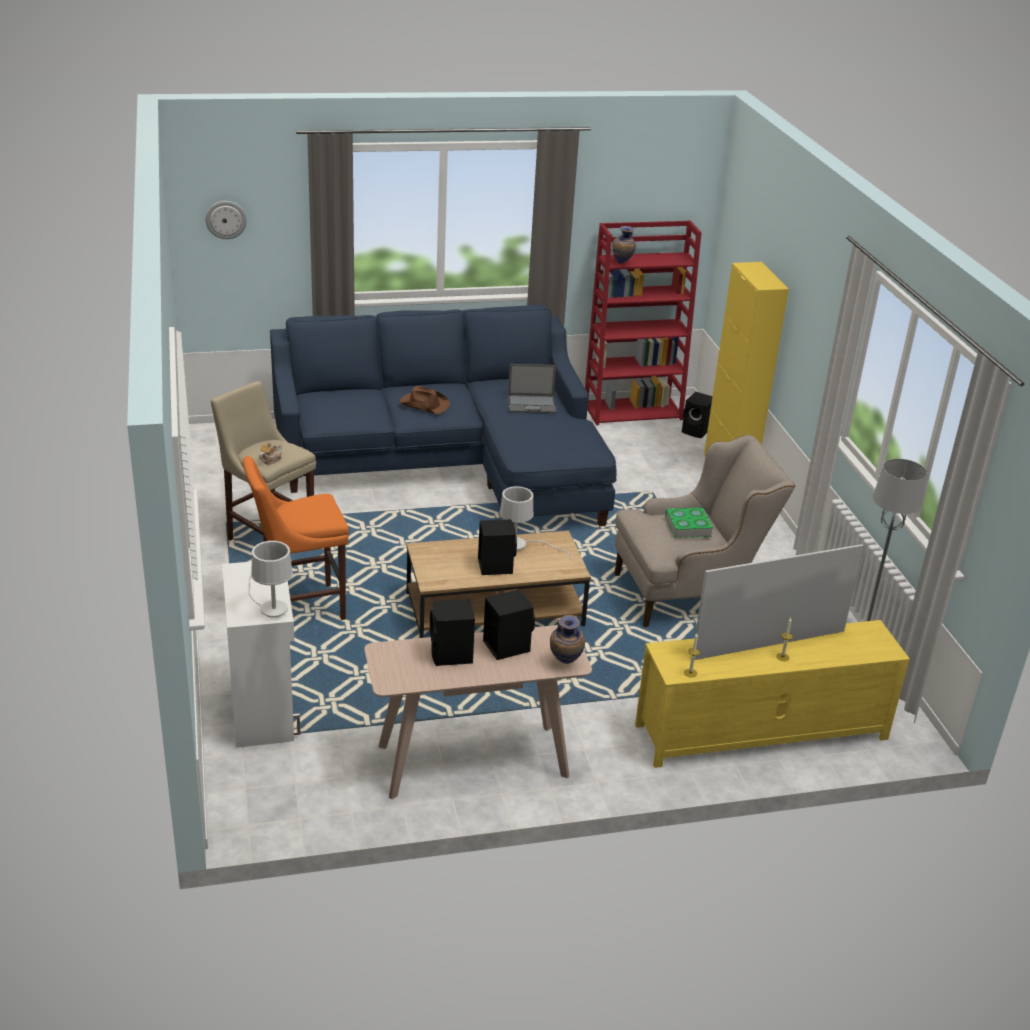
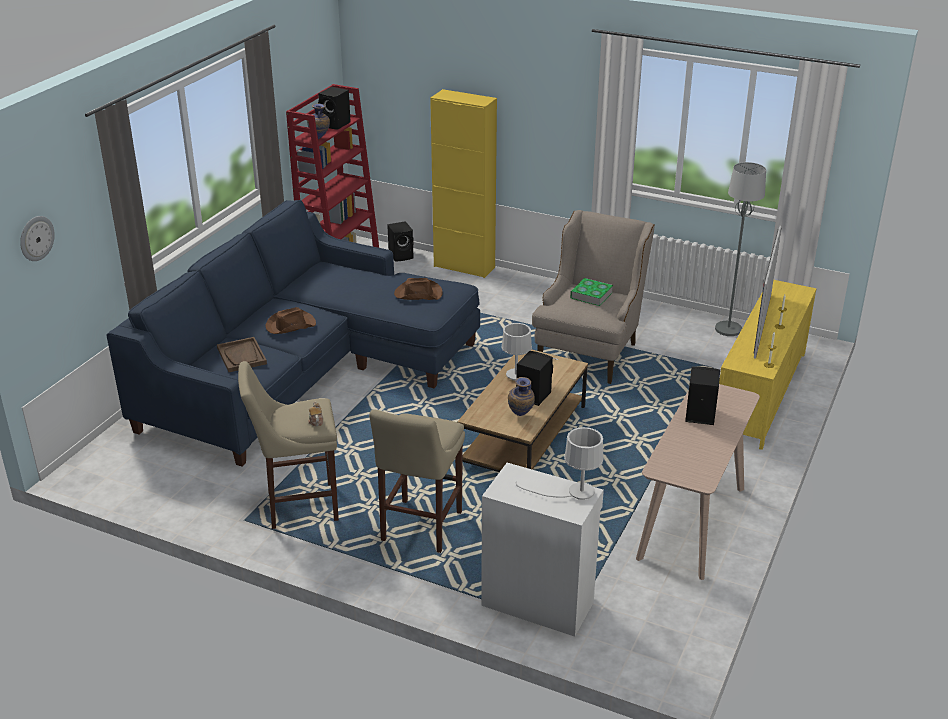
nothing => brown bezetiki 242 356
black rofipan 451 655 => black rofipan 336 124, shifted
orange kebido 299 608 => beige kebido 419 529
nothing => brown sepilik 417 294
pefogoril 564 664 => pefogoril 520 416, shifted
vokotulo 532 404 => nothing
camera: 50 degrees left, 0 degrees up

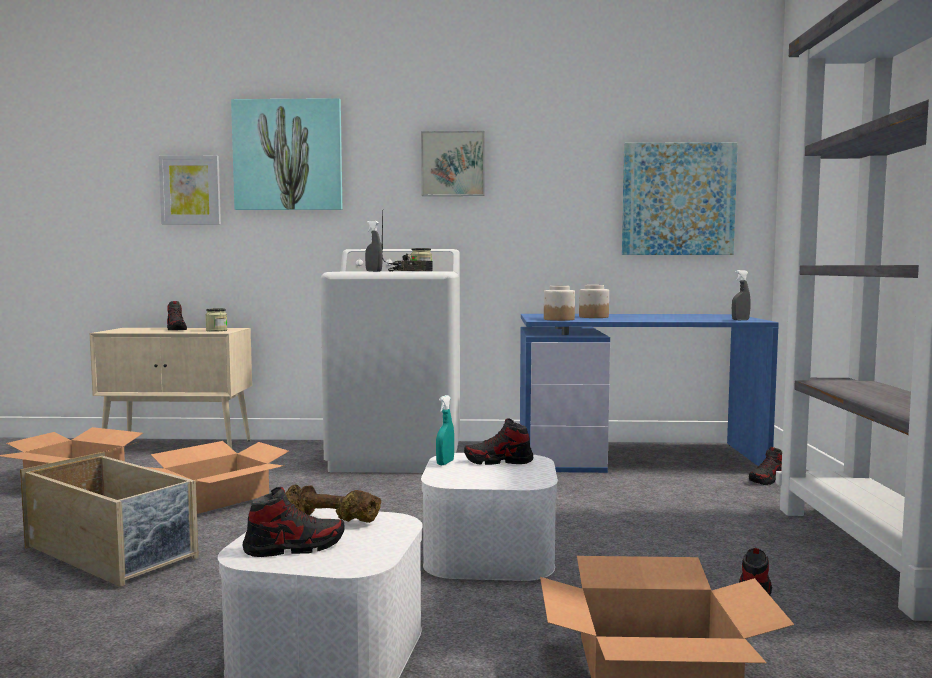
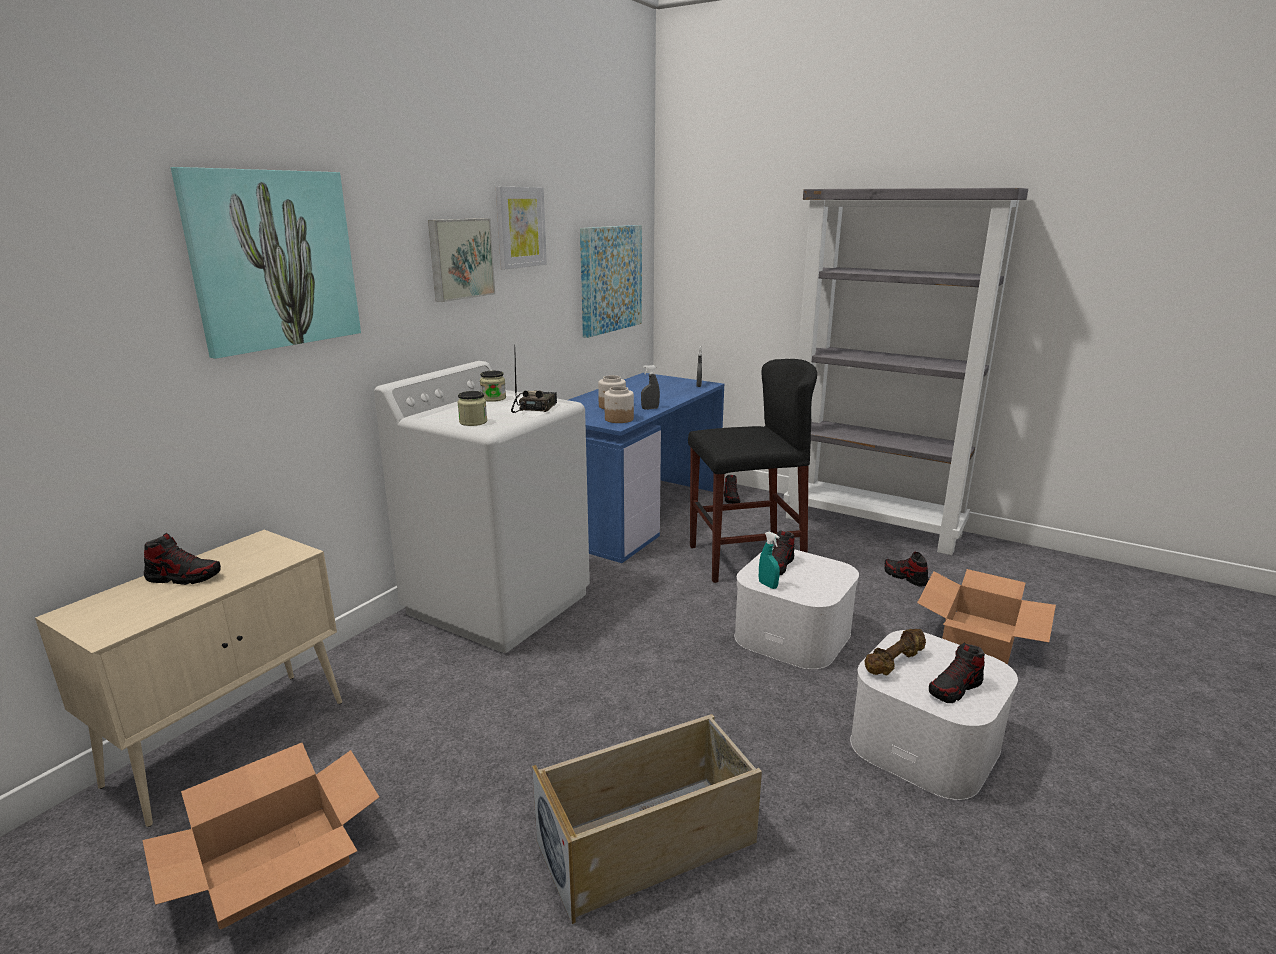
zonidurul 216 330 => zonidurul 473 422, shifted
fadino 190 190 => fadino 520 227, shifted
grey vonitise 373 271 => grey vonitise 650 408, shifted
nothing => black kebido 745 559
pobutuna 294 547 => pobutuna 955 688, 135 degrees counterclockwise
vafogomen 218 497 => nothing
camera: 60 degrees left, 15 degrees up

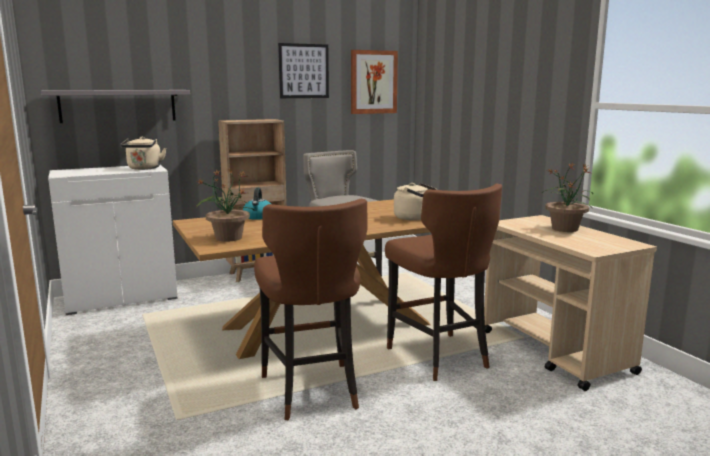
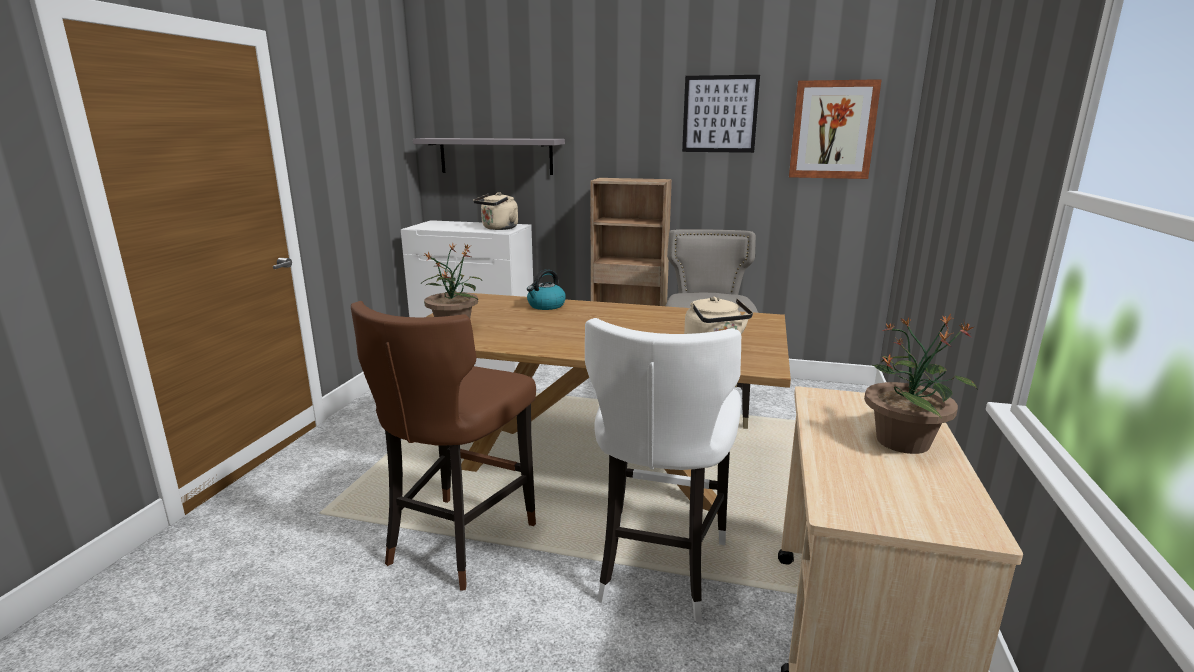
brown kebido 439 357 => white kebido 658 569
camera: 40 degrees right, 5 degrees up

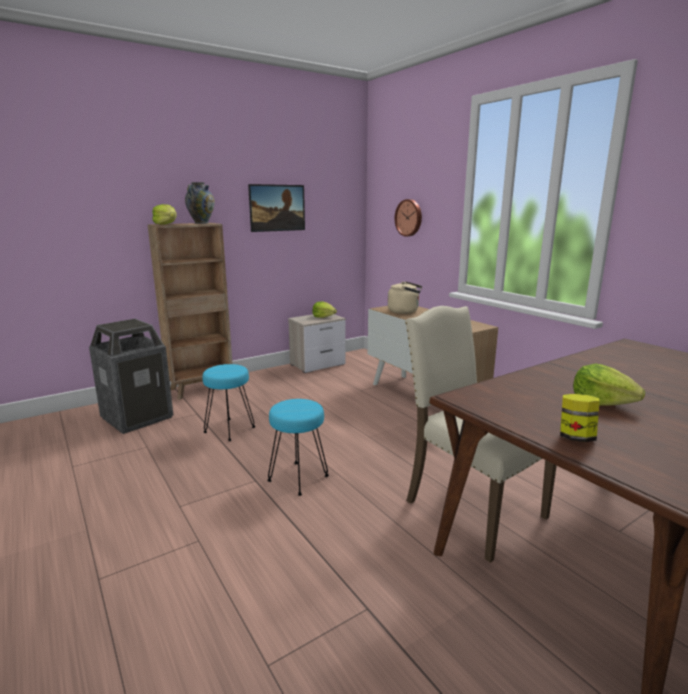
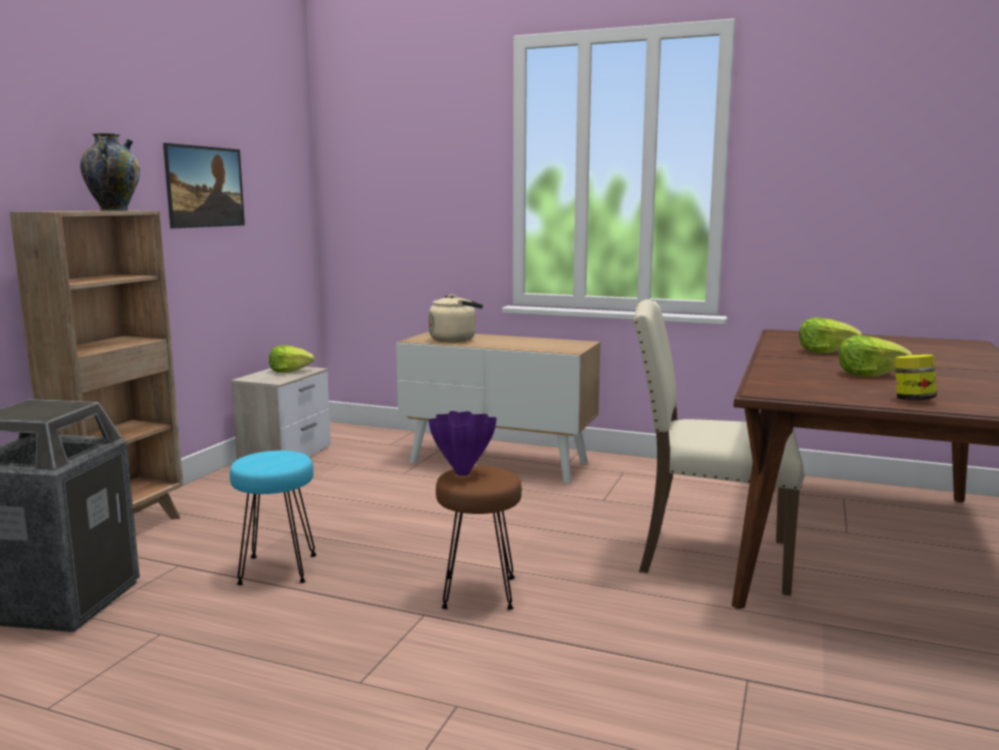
nothing => purple pefogoril 461 473
turquoise kebido 299 478 => brown kebido 479 592
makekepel 166 224 => makekepel 824 352, shifted
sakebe 409 218 => nothing
camera: 35 degrees left, 5 degrees down

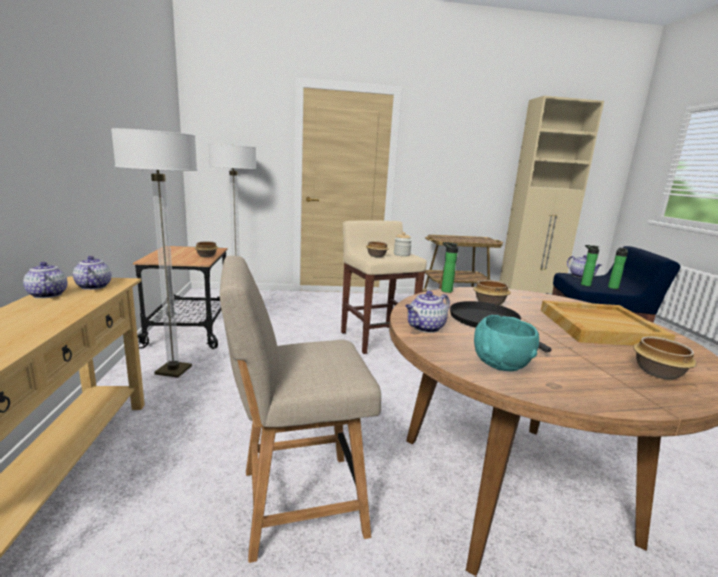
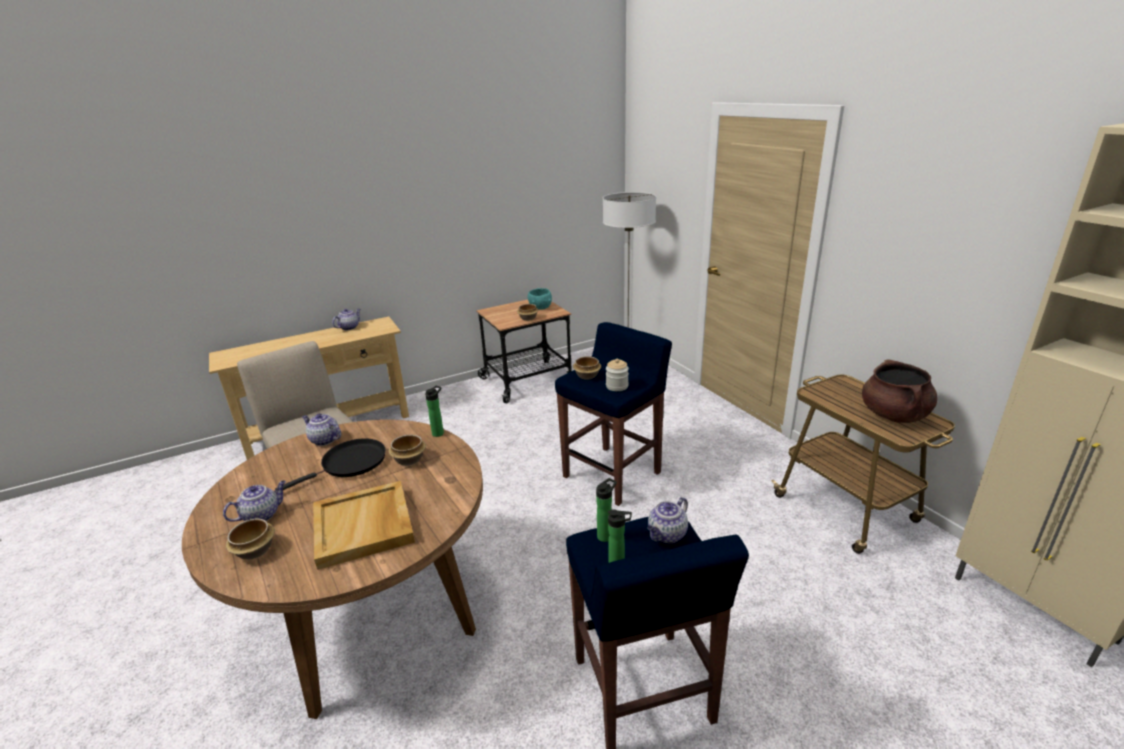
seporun 93 286 => seporun 262 515, shifted
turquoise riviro 500 366 => turquoise riviro 540 308, shifted
beige kebido 376 338 => blue kebido 613 474
nothing => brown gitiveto 894 415
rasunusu 173 370 => nothing
camera: 70 degrees right, 10 degrees up

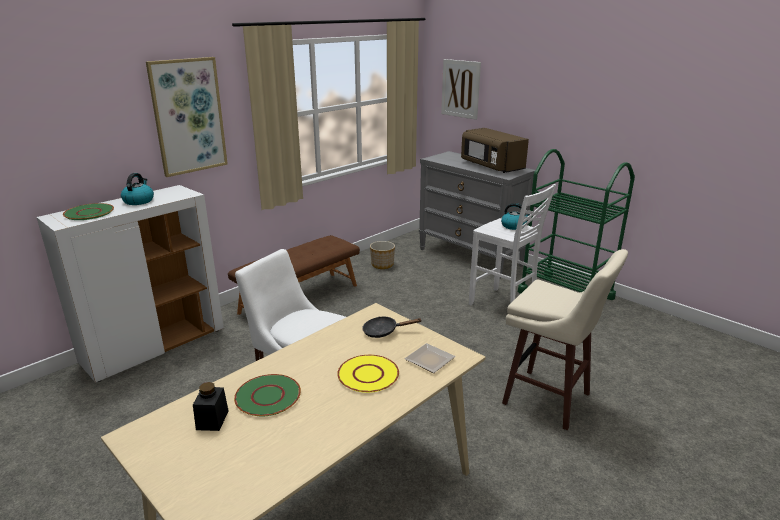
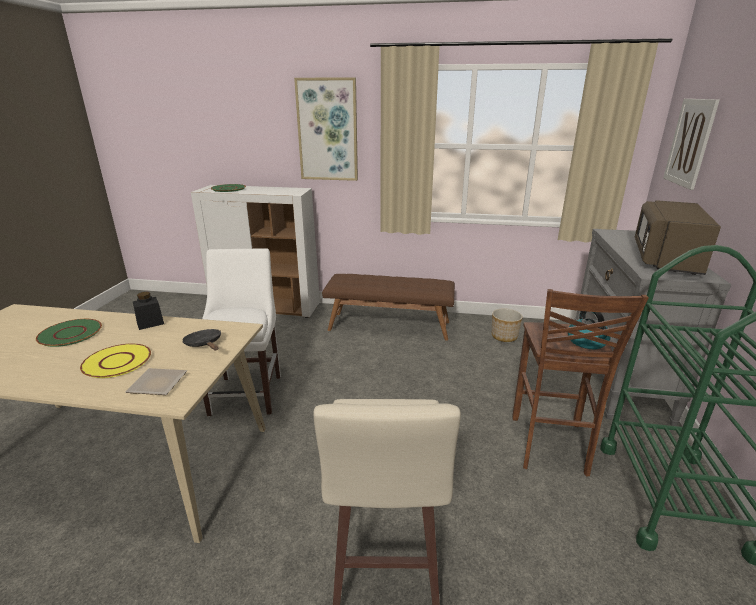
black zonidurul 212 420 => black zonidurul 150 323, shifted
white kebido 503 306 => brown kebido 549 446
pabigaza 139 201 => nothing
camera: 55 degrees right, 0 degrees up

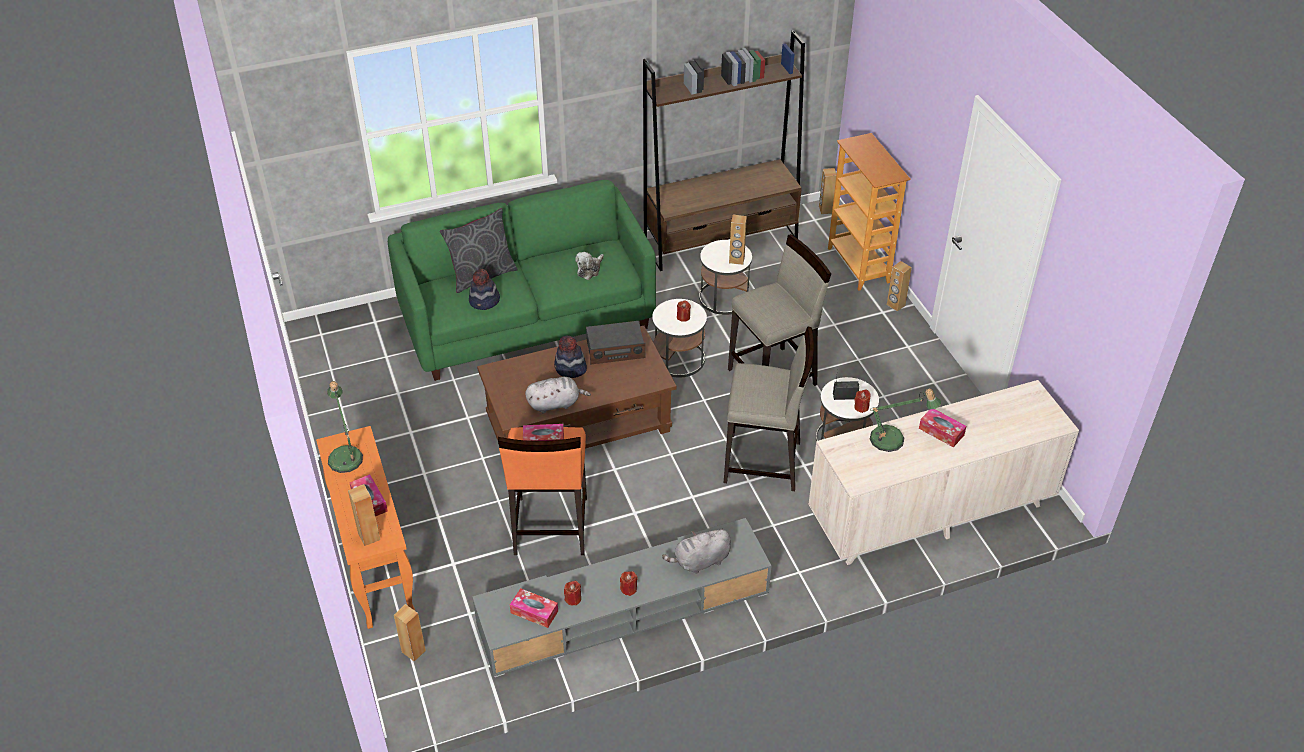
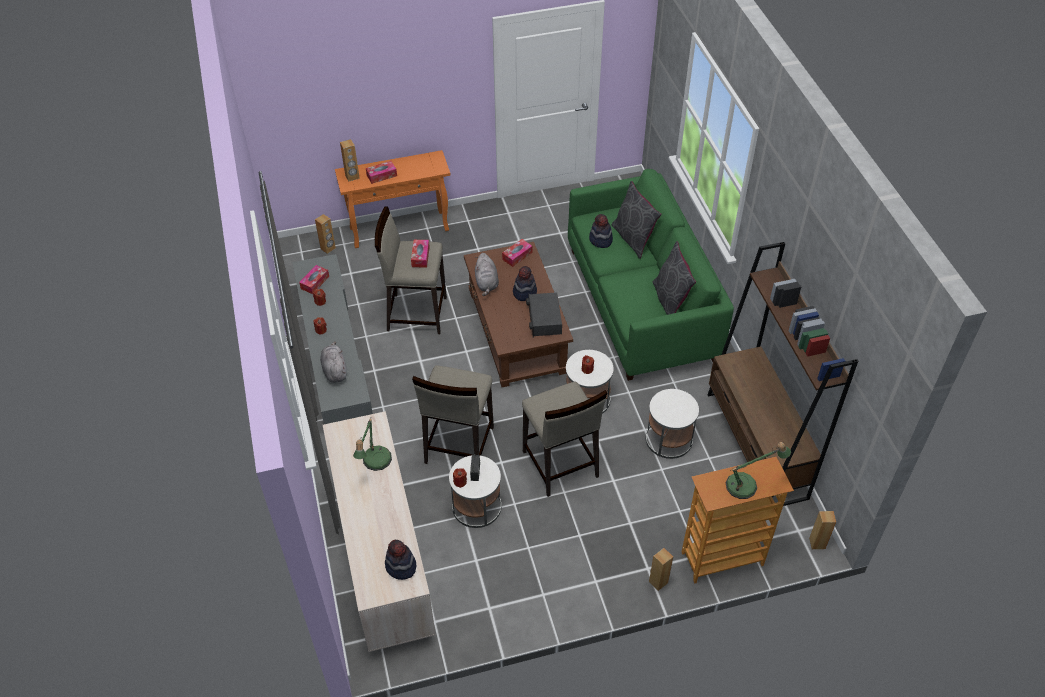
orange kebido 550 526 => beige kebido 416 313
nothing => sepilik 400 566
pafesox 941 432 => pafesox 517 256, shifted
nothing => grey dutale 670 301
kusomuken 345 455 => kusomuken 747 485, shifted
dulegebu 589 270 => nothing
brown rofipan 736 260 => nothing
camera: 95 degrees right, 5 degrees up

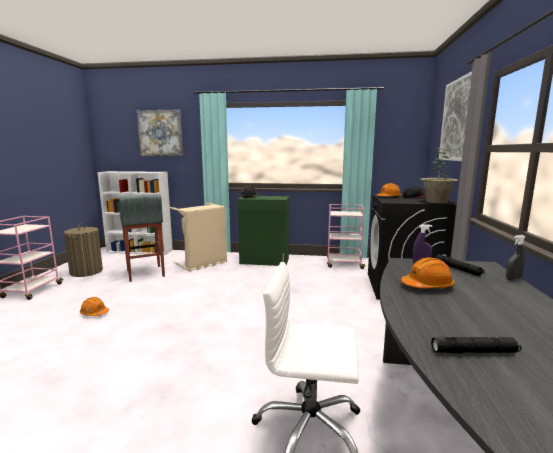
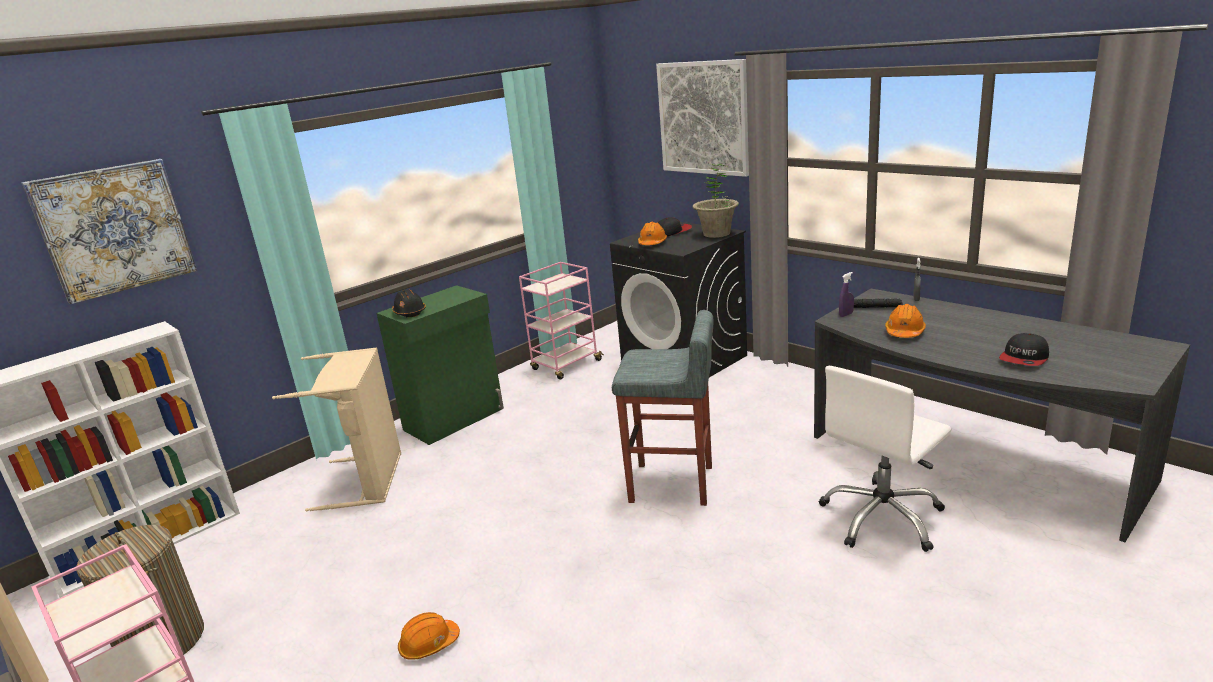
grey kebido 145 273 => grey kebido 673 485, shifted
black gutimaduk 474 352 => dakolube 1024 358
camera: 50 degrees left, 10 degrees up

